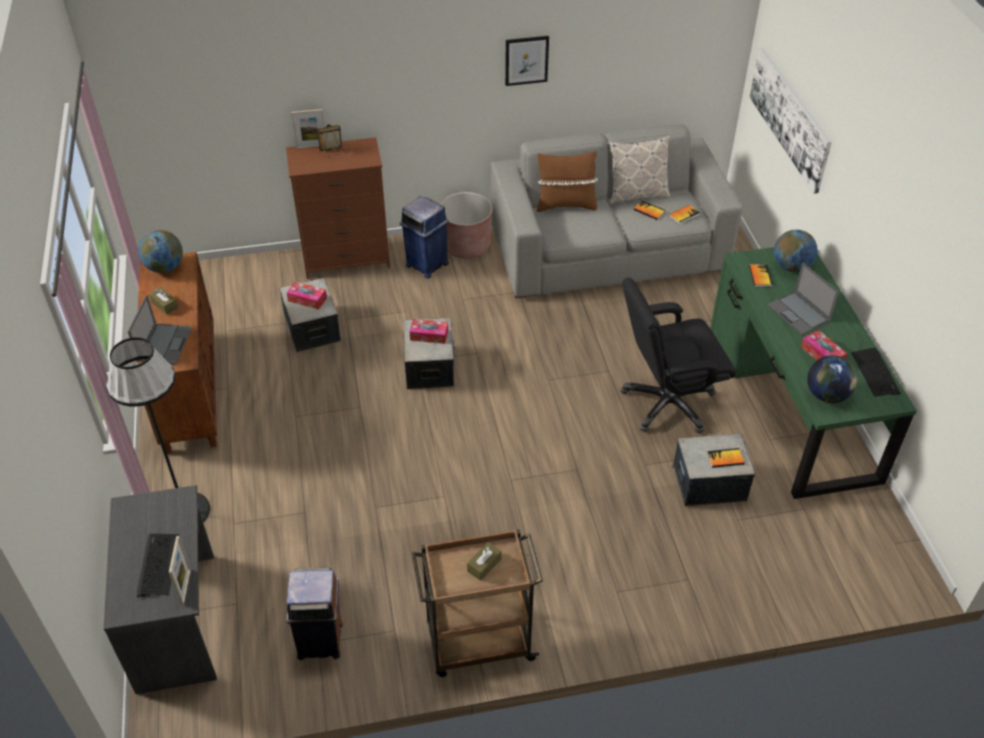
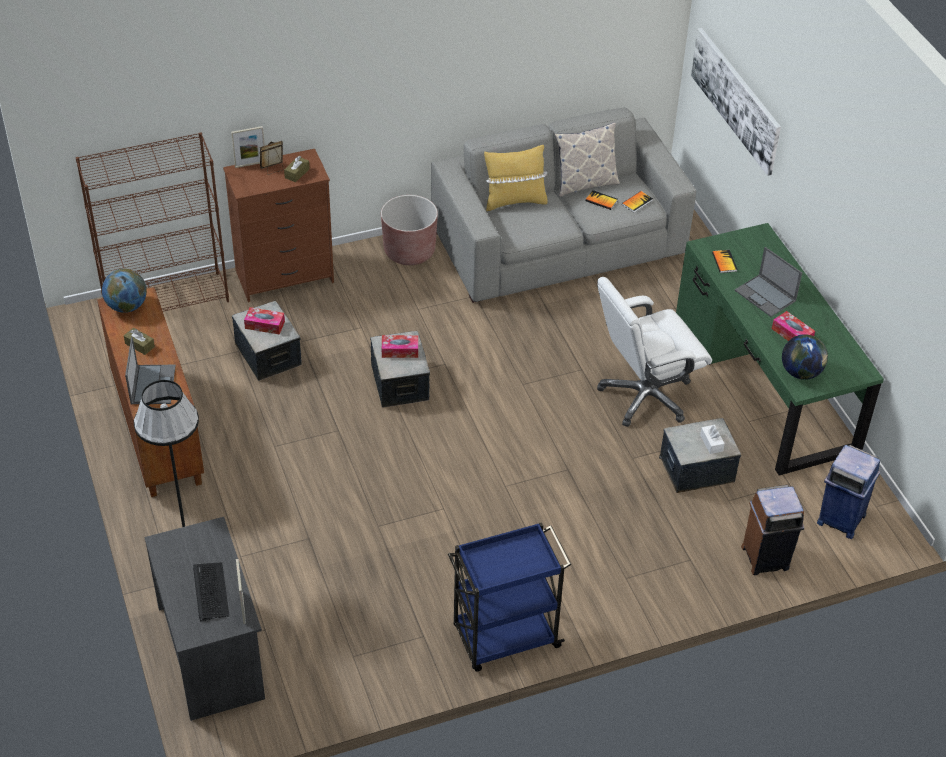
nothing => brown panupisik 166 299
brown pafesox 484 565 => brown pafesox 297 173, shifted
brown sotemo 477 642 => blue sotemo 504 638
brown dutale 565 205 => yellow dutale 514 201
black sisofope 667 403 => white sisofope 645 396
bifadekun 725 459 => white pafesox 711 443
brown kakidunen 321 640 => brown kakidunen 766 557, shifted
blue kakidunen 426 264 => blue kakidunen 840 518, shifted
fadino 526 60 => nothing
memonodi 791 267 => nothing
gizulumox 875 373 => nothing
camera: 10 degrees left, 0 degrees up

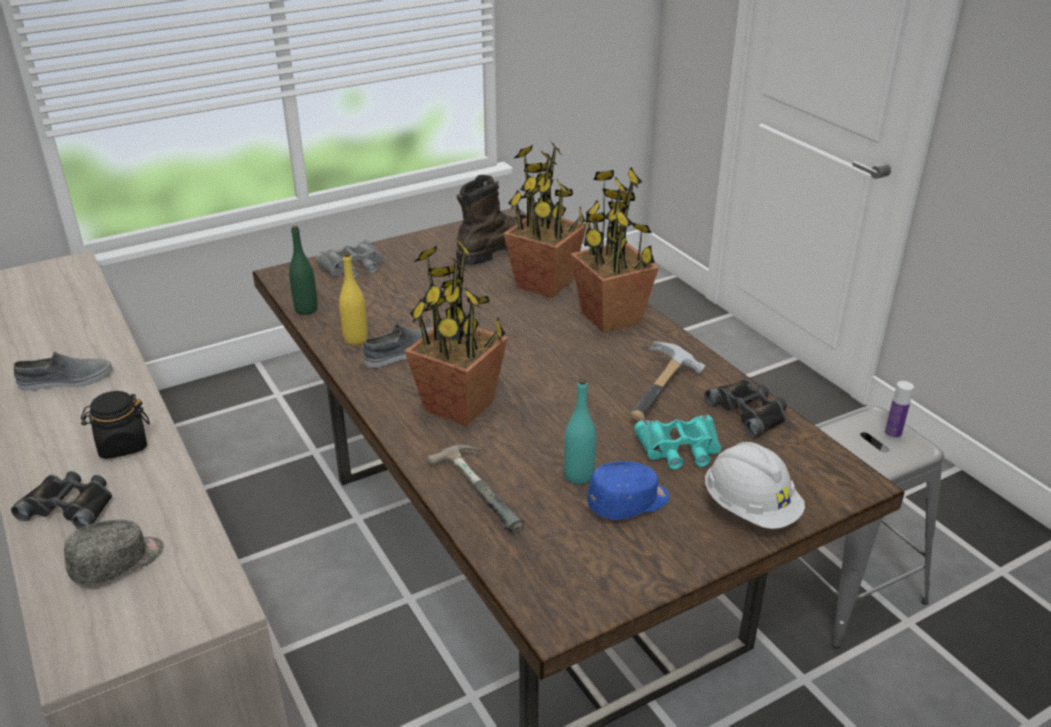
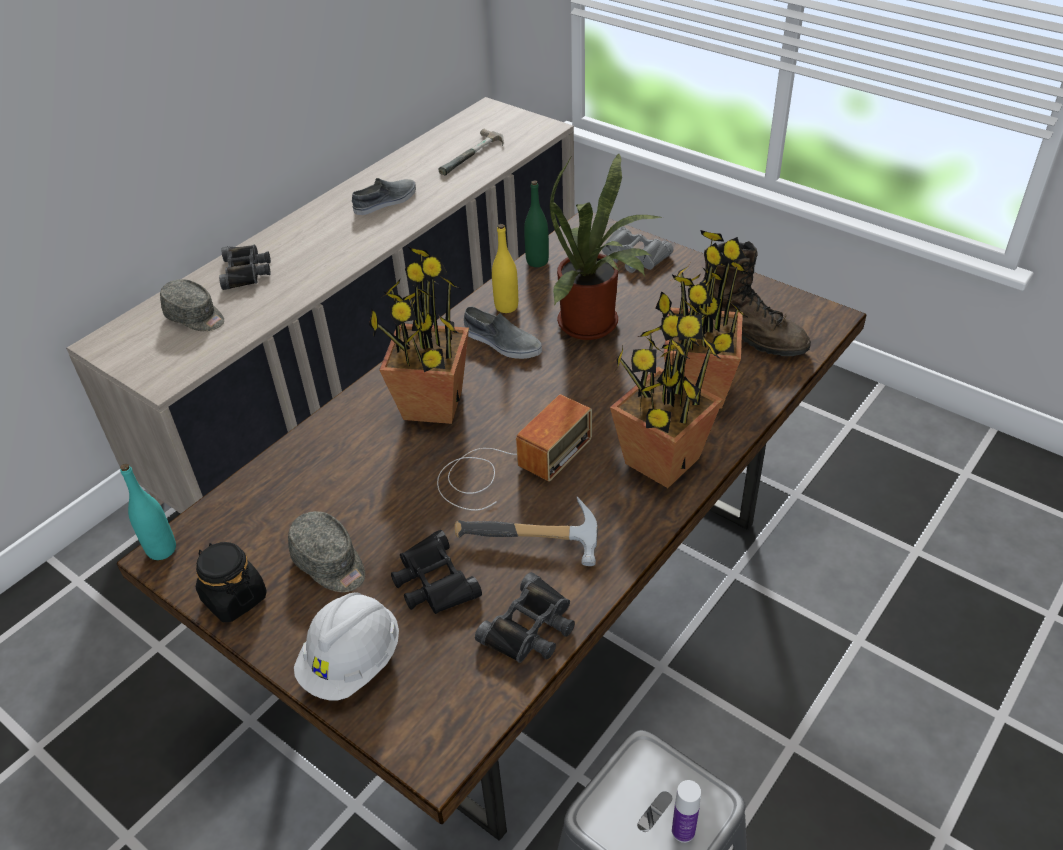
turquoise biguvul 578 476 => turquoise biguvul 161 549, shifted
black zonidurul 122 445 => black zonidurul 234 598, shifted
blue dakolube 629 502 => grey dakolube 330 563
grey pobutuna 66 380 => grey pobutuna 386 201, 90 degrees counterclockwise
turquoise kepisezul 680 449 => black kepisezul 433 581
nothing => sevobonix 509 466
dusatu 486 488 => dusatu 474 156, shifted
nothing => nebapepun 594 325
camera: 70 degrees right, 10 degrees up

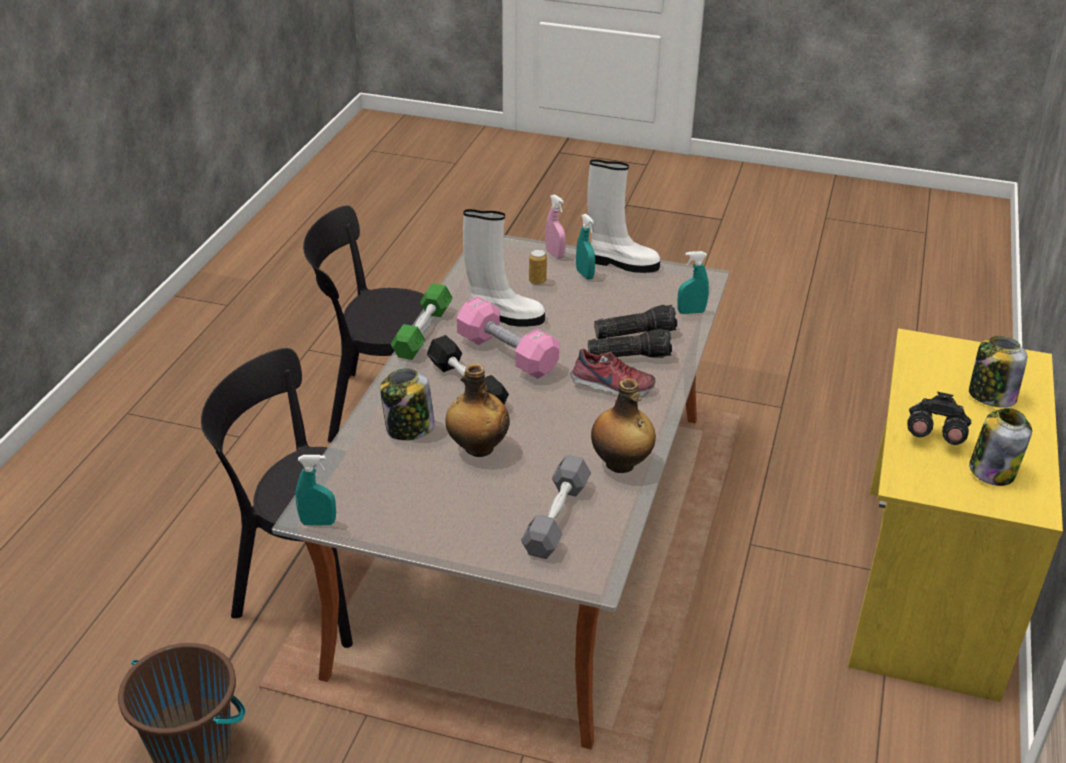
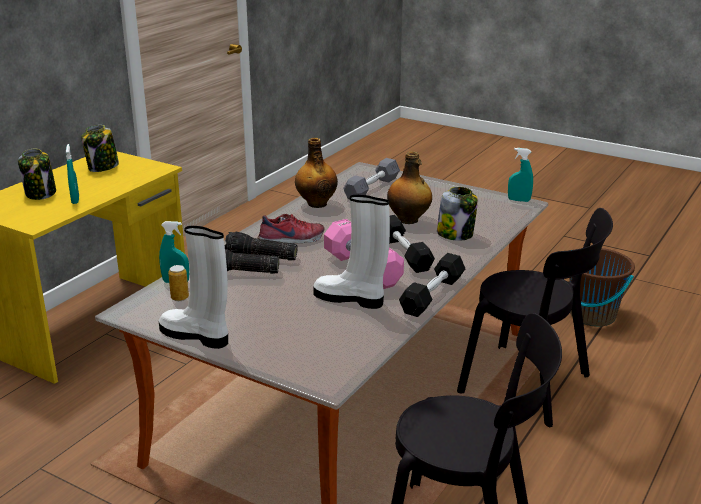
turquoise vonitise 585 274 => turquoise vonitise 75 200, shifted
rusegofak 537 281 => rusegofak 179 298, shifted
pobutuna 611 386 => pobutuna 291 240, 135 degrees clockwise
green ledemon 423 332 => black ledemon 432 295
pink vonitise 555 254 => nothing
black kepisezul 934 434 => nothing
camera: 165 degrees left, 10 degrees down

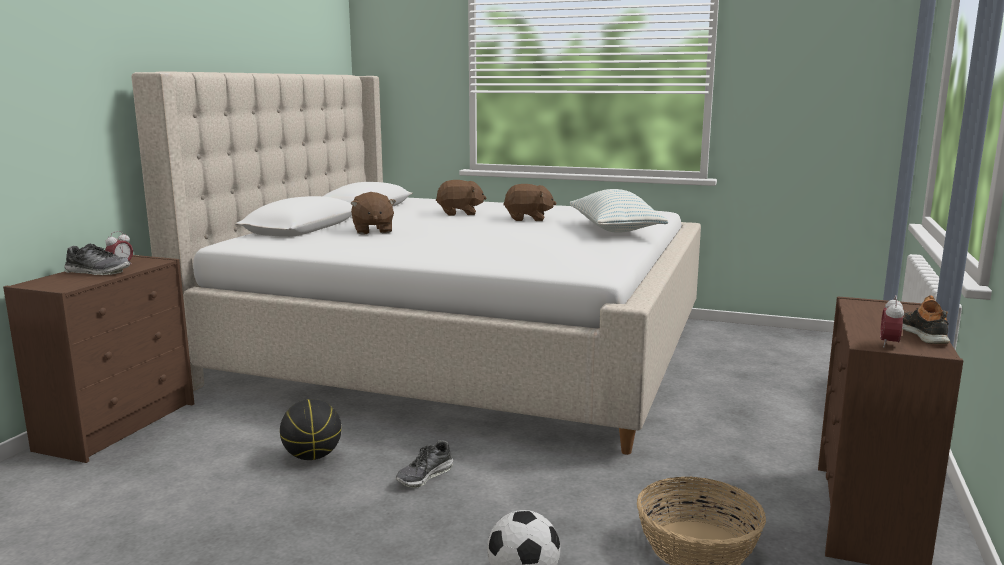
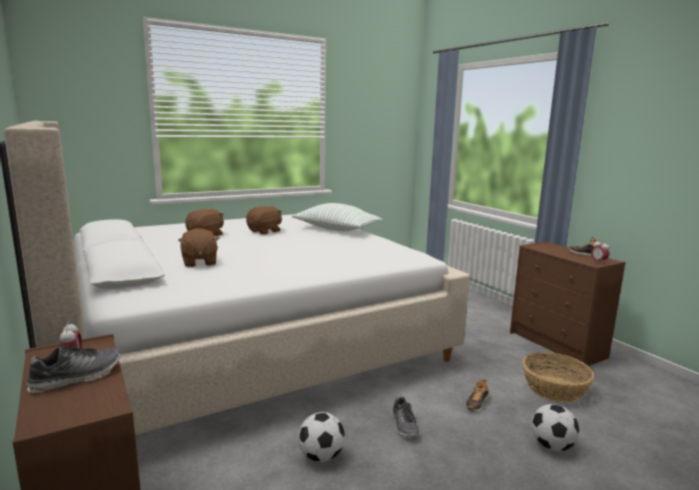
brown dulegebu 372 231 => brown dulegebu 199 262, 45 degrees clockwise
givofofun 313 456 => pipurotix 321 456
nothing => pobutuna 477 403
camera: 50 degrees left, 0 degrees up

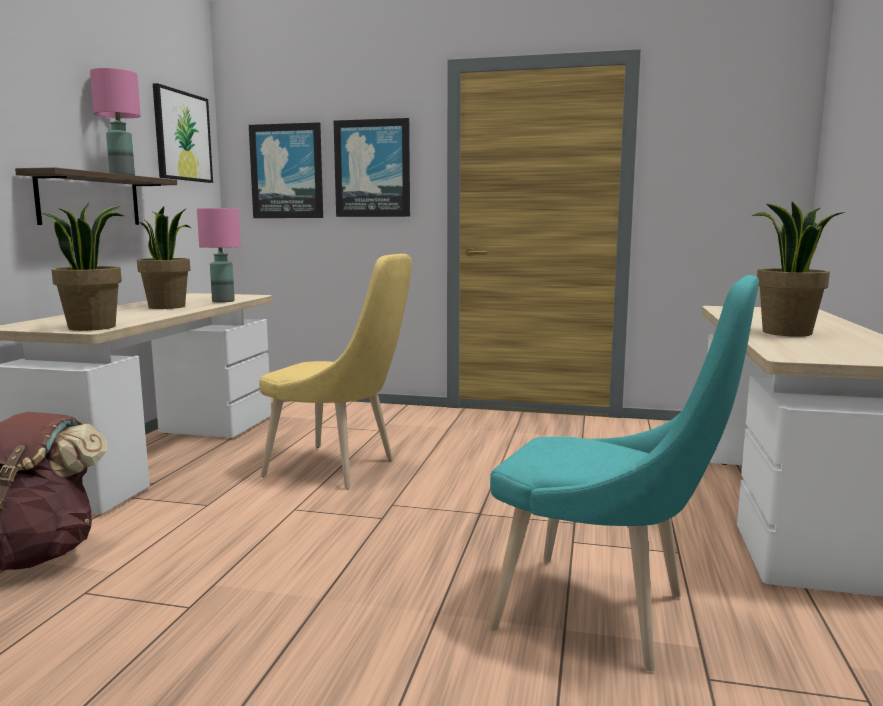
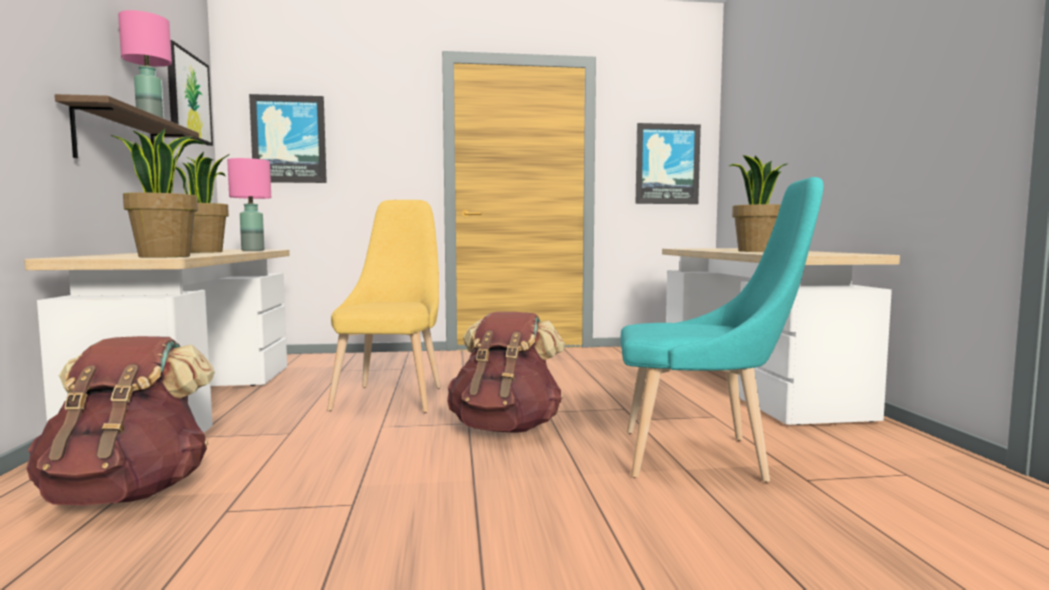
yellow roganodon 338 469 => yellow roganodon 393 396, 90 degrees counterclockwise
nothing => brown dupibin 506 428
fadino 372 168 => fadino 667 164, shifted
camera: 20 degrees left, 5 degrees down

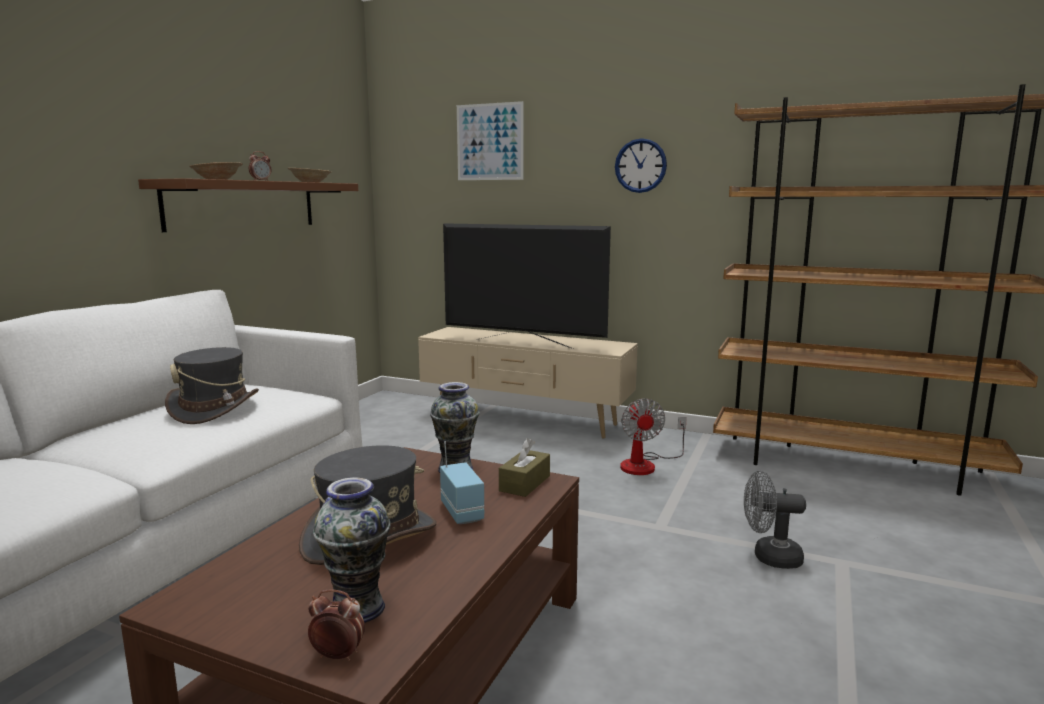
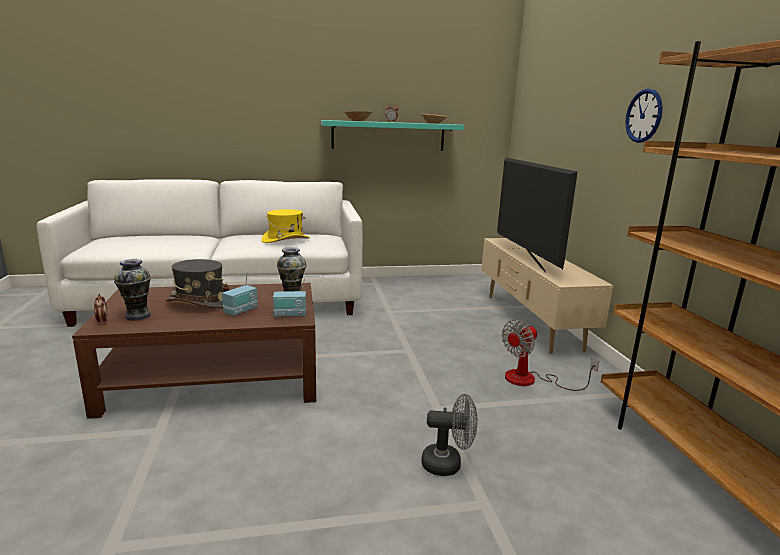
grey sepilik 214 409 => yellow sepilik 286 240
brown pafesox 524 483 => sevobonix 290 315
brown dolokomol 243 205 => turquoise dolokomol 388 136
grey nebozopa 769 557 => grey nebozopa 448 464, 120 degrees clockwise
fadino 490 142 => nothing
camera: 55 degrees right, 5 degrees up

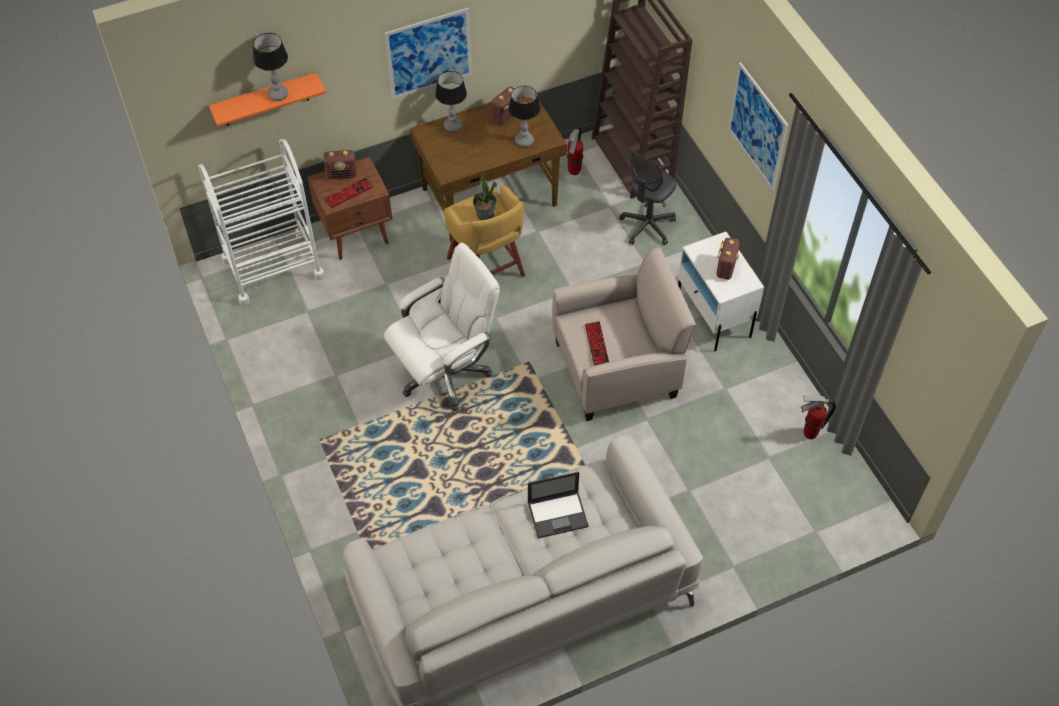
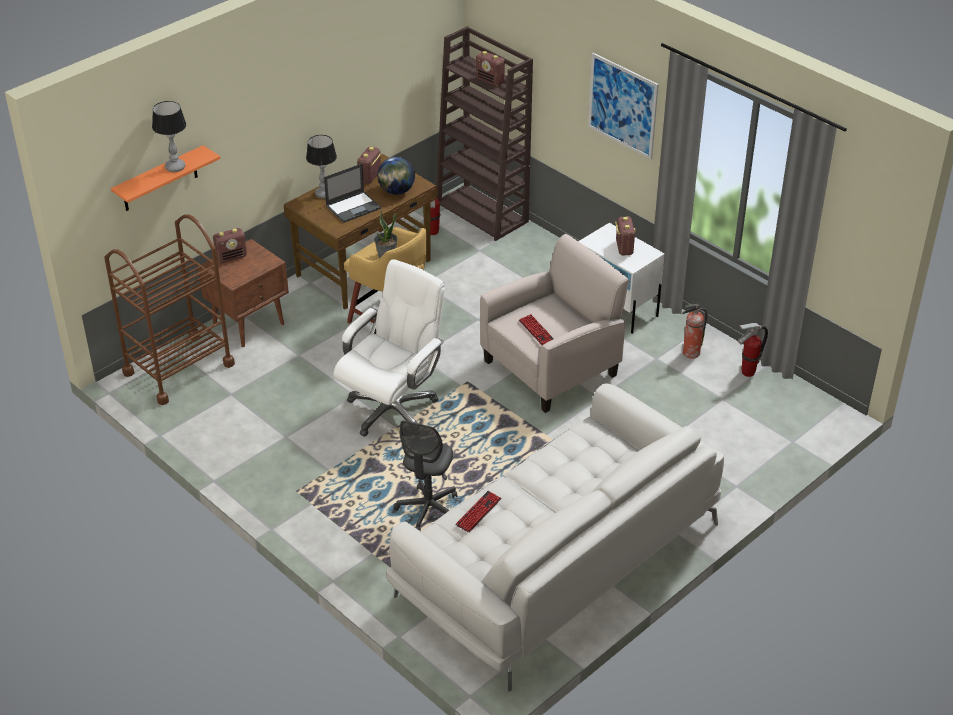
white sotemo 273 268 => brown sotemo 178 368
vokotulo 558 514 => vokotulo 353 207, shifted
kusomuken 524 141 => memonodi 396 191
grey sisofope 647 226 => grey sisofope 428 510, shifted
gizulumox 348 193 => gizulumox 478 512, shifted
nothing => sevobonix 490 81
nothing => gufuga 690 353
fadino 429 53 => nothing
camera: 20 degrees left, 15 degrees down

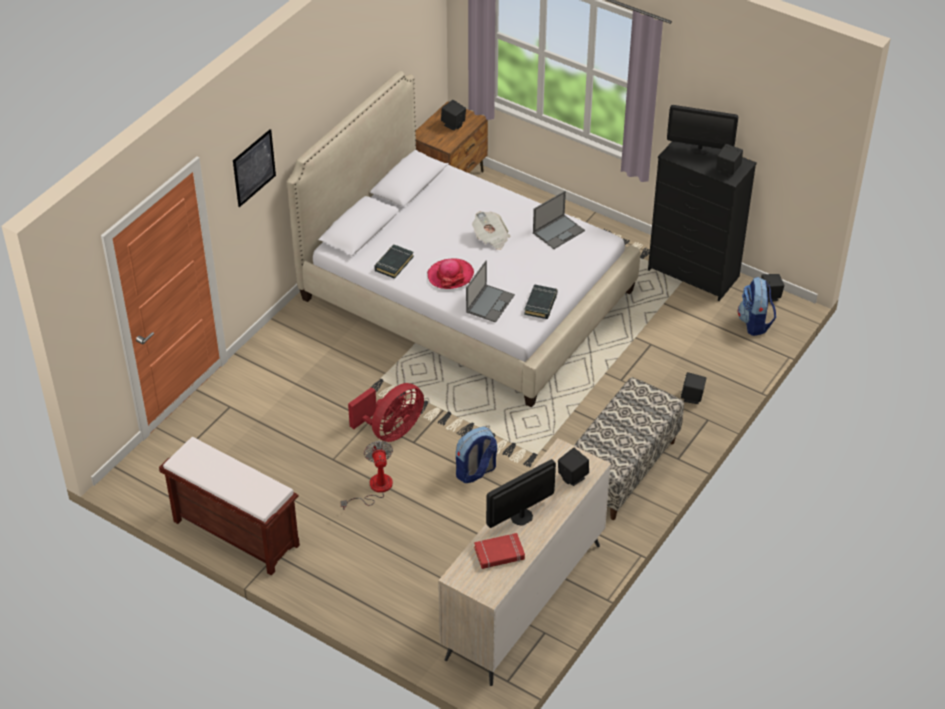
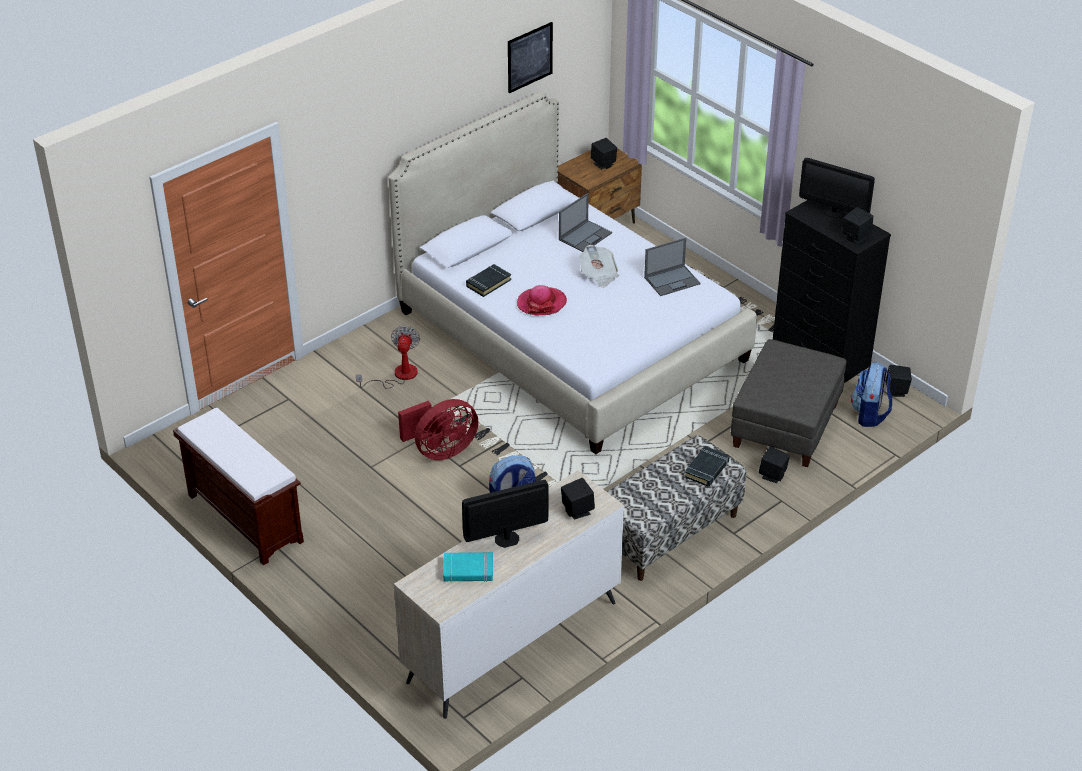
nebozopa 374 489 => nebozopa 398 376, shifted
red bifadekun 499 554 => turquoise bifadekun 468 570
fadino 254 167 => fadino 529 57, shifted
vokotulo 490 303 => vokotulo 585 236, shifted
black bifadekun 541 304 => black bifadekun 707 469, shifted
nothing => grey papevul 785 426
camera: 15 degrees right, 5 degrees down

